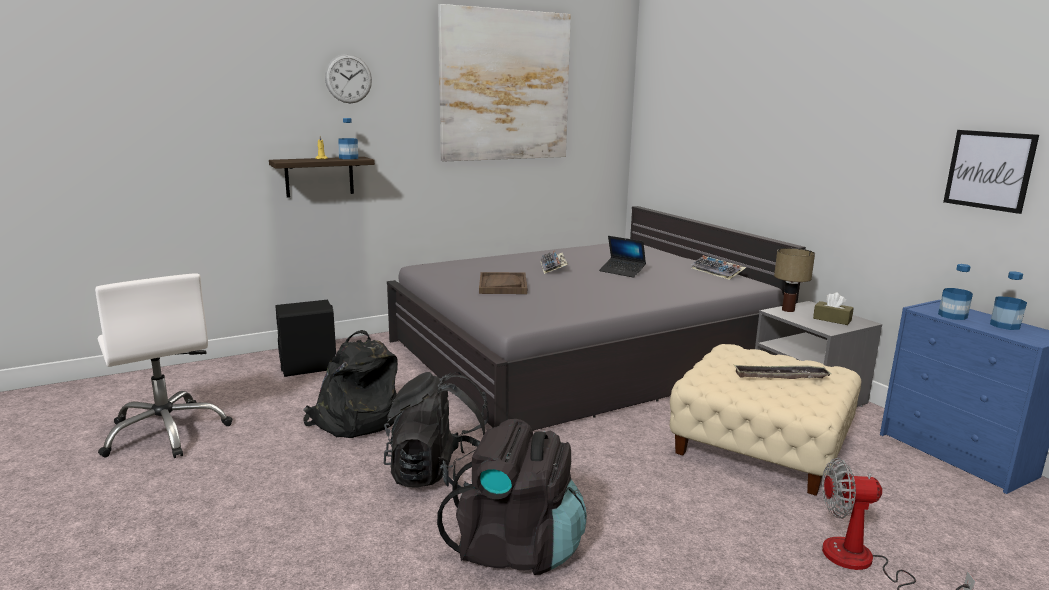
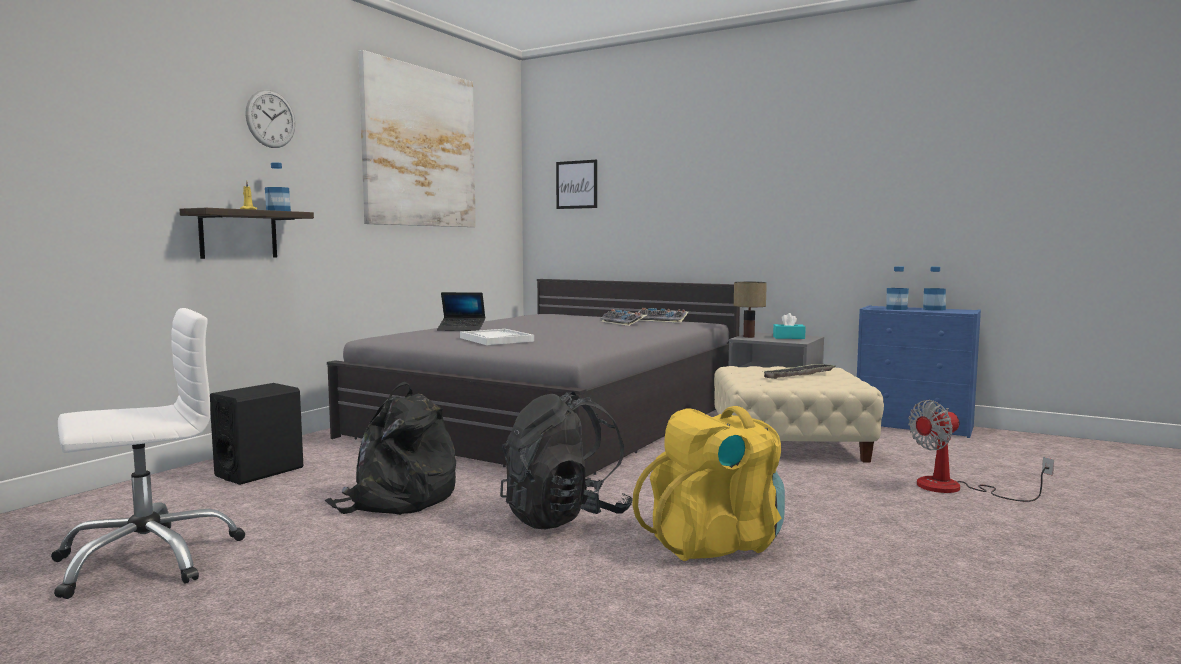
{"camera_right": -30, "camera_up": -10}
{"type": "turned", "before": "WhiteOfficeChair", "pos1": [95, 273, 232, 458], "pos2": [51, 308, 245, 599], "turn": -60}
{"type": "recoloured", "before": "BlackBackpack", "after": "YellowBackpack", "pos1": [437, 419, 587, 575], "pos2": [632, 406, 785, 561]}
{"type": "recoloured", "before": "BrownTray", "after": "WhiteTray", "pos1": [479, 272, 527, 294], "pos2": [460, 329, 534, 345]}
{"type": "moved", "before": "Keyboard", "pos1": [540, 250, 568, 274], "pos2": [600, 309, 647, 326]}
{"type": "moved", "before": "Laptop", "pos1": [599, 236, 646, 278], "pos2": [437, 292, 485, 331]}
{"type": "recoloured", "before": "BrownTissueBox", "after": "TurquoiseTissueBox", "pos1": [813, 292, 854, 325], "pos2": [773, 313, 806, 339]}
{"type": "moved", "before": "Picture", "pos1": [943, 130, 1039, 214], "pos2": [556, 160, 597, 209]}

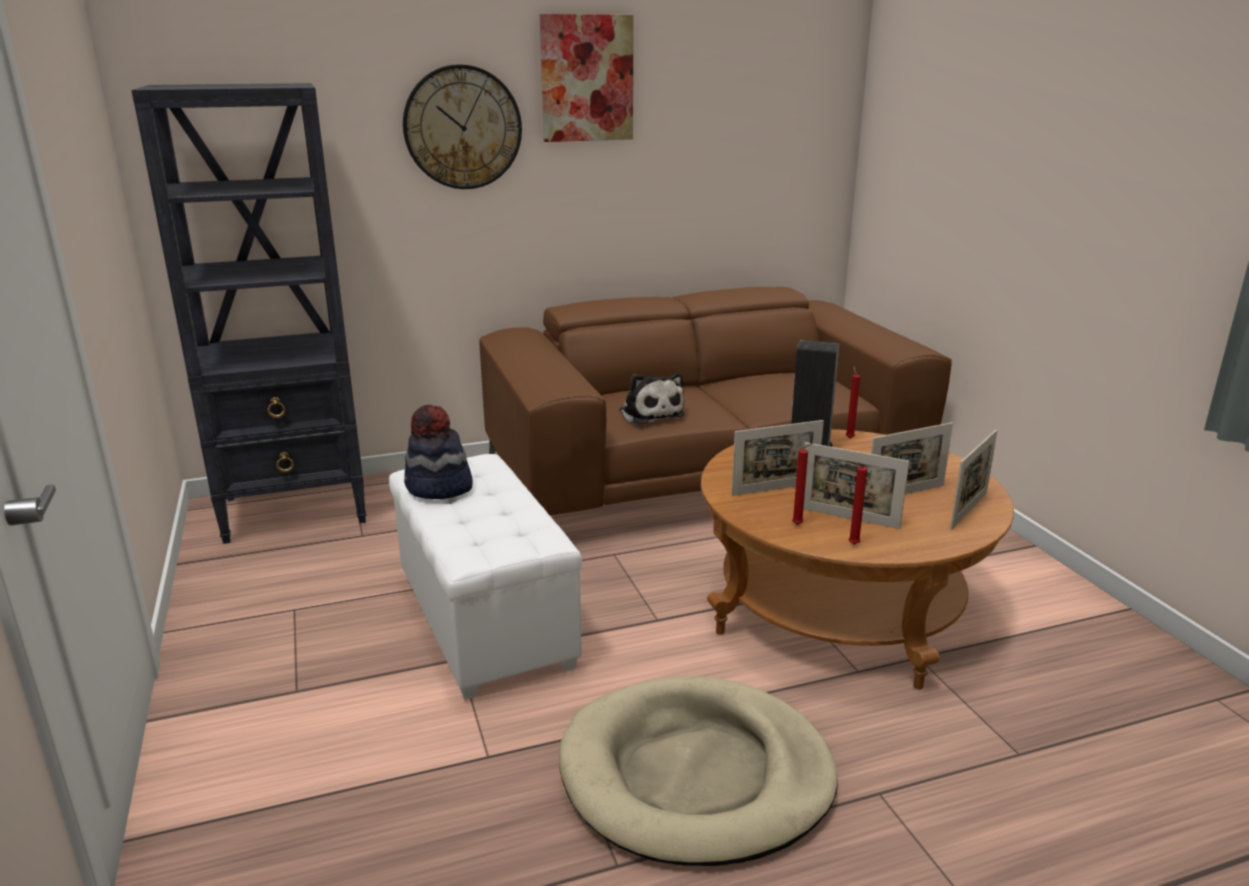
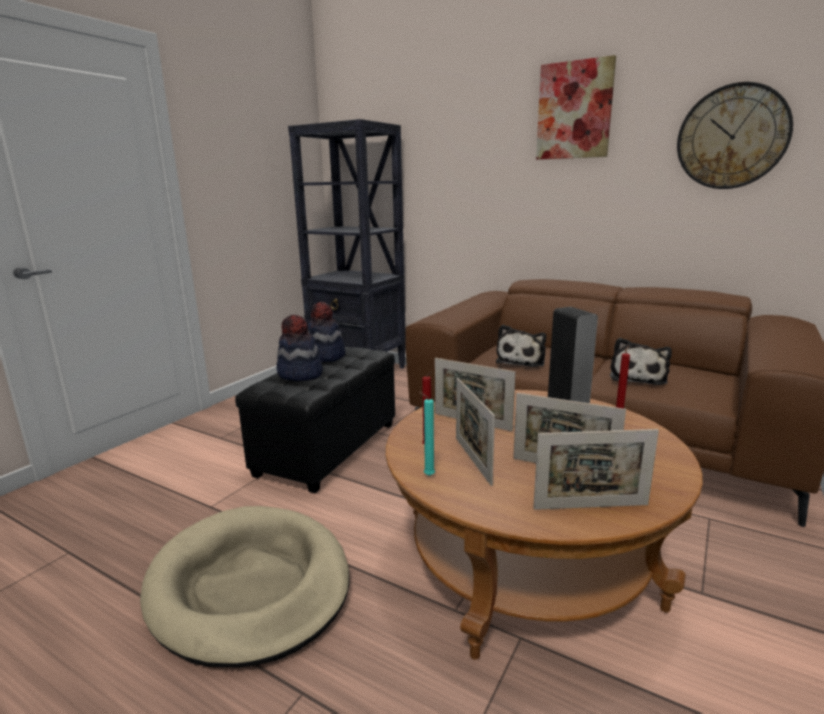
{"camera_right": 50, "camera_up": -5}
{"type": "recoloured", "before": "WhiteOttoman", "after": "BlackOttoman", "pos1": [389, 454, 582, 699], "pos2": [235, 347, 395, 493]}
{"type": "moved", "before": "WallClock", "pos1": [403, 64, 522, 189], "pos2": [677, 82, 793, 189]}
{"type": "recoloured", "before": "RedCandle", "after": "TurquoiseCandle", "pos1": [848, 462, 867, 545], "pos2": [419, 392, 435, 476]}
{"type": "added", "after": "Hat", "pos2": [276, 315, 323, 381]}
{"type": "added", "after": "PlushToy", "pos2": [610, 338, 672, 385]}

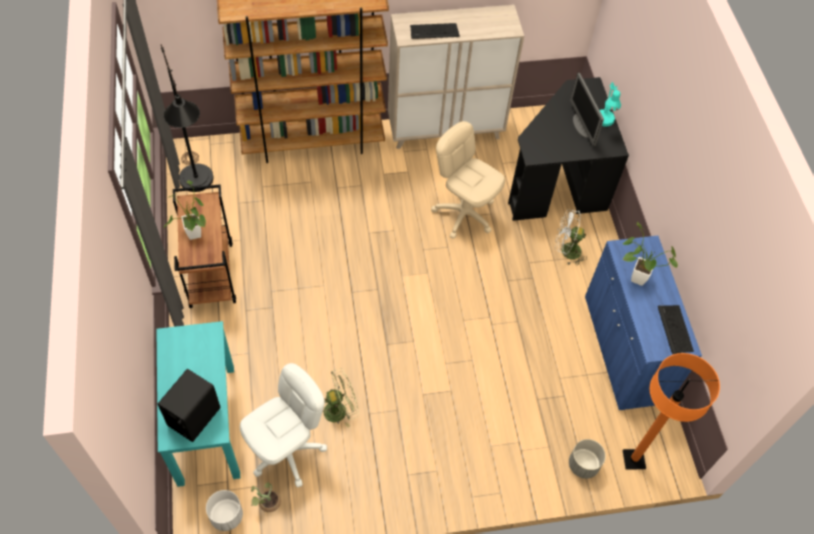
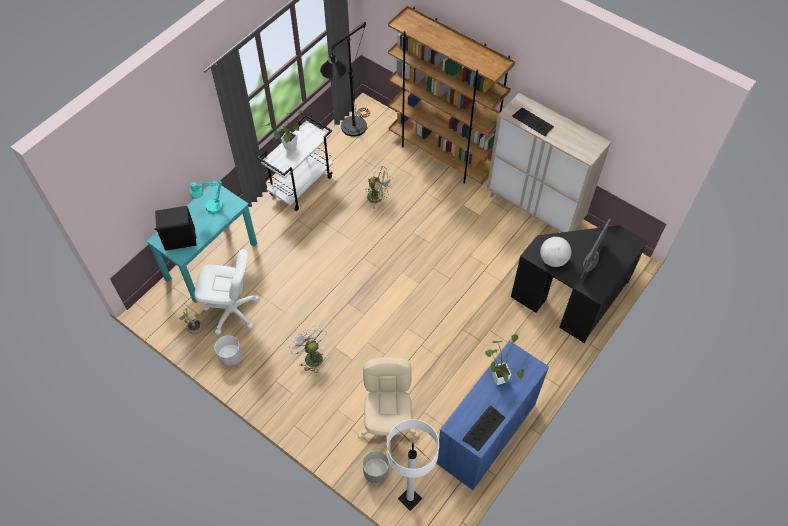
{"camera_right": 50, "camera_up": 0}
{"type": "recoloured", "before": "BrownCart", "after": "WhiteCart", "pos1": [173, 185, 236, 308], "pos2": [257, 114, 333, 211]}
{"type": "moved", "before": "WhitePlanter", "pos1": [206, 490, 243, 531], "pos2": [215, 335, 242, 366]}
{"type": "moved", "before": "GreenFan", "pos1": [322, 368, 359, 427], "pos2": [367, 166, 393, 209]}
{"type": "moved", "before": "BeigeOfficeChair", "pos1": [431, 121, 505, 239], "pos2": [358, 357, 420, 456]}
{"type": "moved", "before": "WhiteFan", "pos1": [555, 209, 586, 265], "pos2": [288, 325, 327, 373]}
{"type": "moved", "before": "TurquoiseTableLamp", "pos1": [600, 82, 621, 127], "pos2": [190, 181, 223, 214]}
{"type": "recoloured", "before": "OrangeFloorLamp", "after": "WhiteFloorLamp", "pos1": [622, 353, 720, 470], "pos2": [387, 419, 439, 511]}
{"type": "added", "after": "Globe", "pos2": [540, 237, 571, 267]}

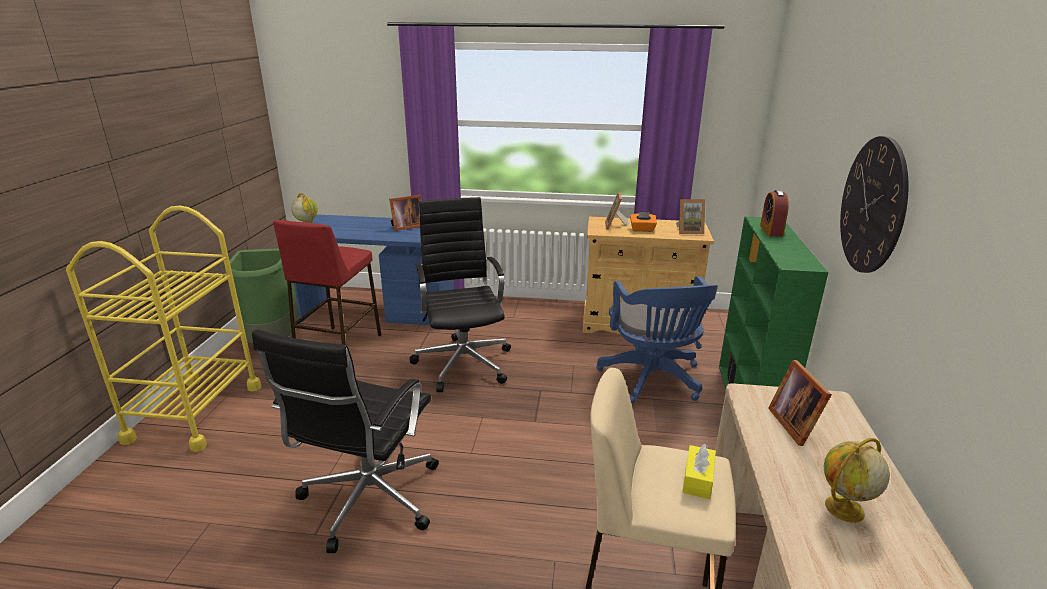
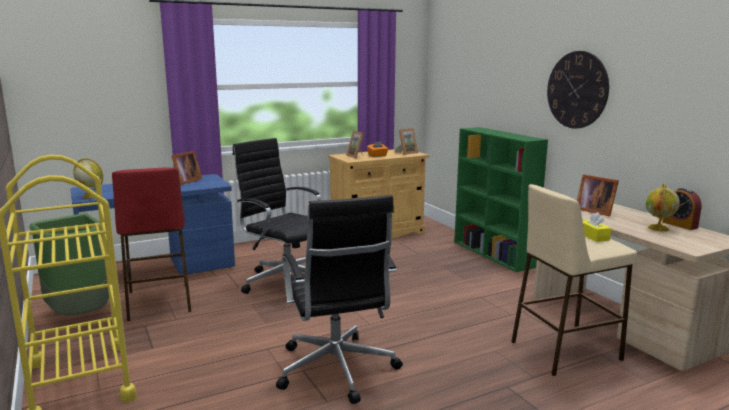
{"camera_right": -35, "camera_up": -10}
{"type": "removed", "before": "BlueOfficeChair", "pos1": [596, 276, 718, 403]}
{"type": "moved", "before": "AlarmClock", "pos1": [760, 190, 789, 237], "pos2": [662, 188, 702, 230]}

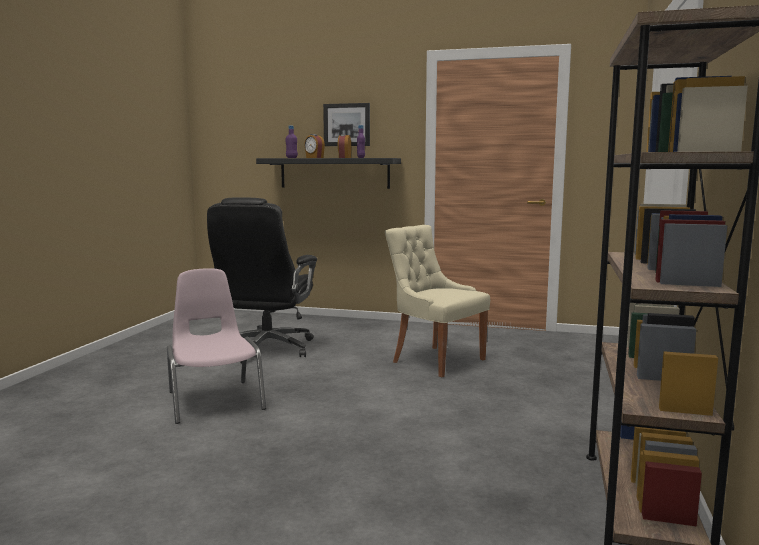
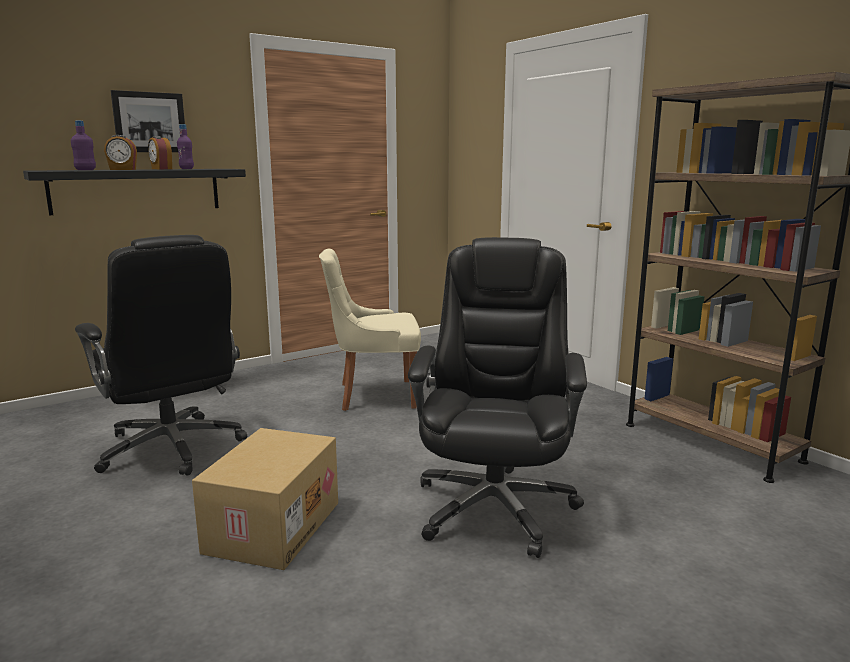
{"camera_right": -50, "camera_up": 5}
{"type": "replaced", "before": "PinkChair", "after": "CardboardBox", "pos1": [167, 268, 266, 424], "pos2": [192, 428, 338, 570]}
{"type": "added", "after": "BlackOfficeChair", "pos2": [408, 237, 587, 558]}

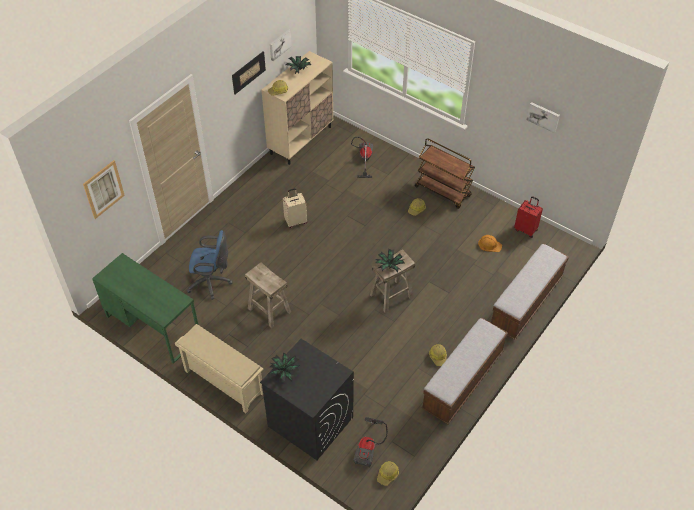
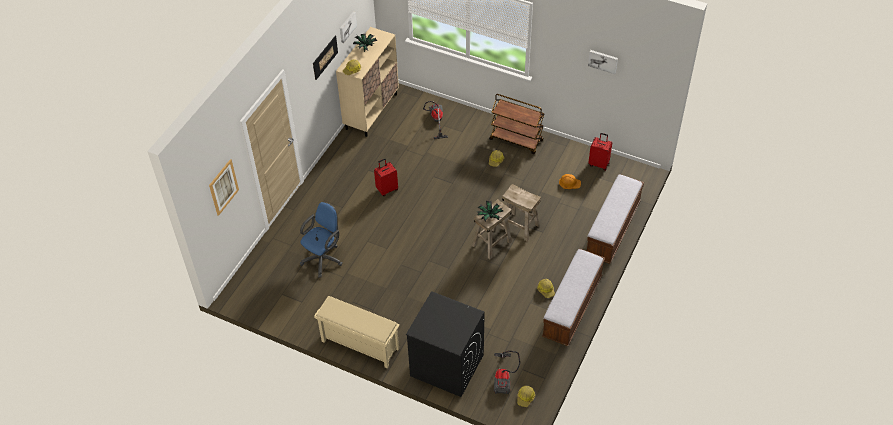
{"camera_right": -10, "camera_up": 0}
{"type": "removed", "before": "GreenDesk", "pos1": [92, 253, 198, 364]}
{"type": "turned", "before": "BlueOfficeChair", "pos1": [187, 230, 233, 300], "pos2": [300, 202, 343, 278], "turn": -45}
{"type": "moved", "before": "BeigeStool", "pos1": [245, 262, 291, 328], "pos2": [500, 184, 541, 241]}
{"type": "removed", "before": "PottedPlant", "pos1": [268, 353, 300, 383]}
{"type": "recoloured", "before": "BeigeSuitcase", "after": "RedSuitcase", "pos1": [283, 188, 307, 228], "pos2": [374, 159, 398, 196]}

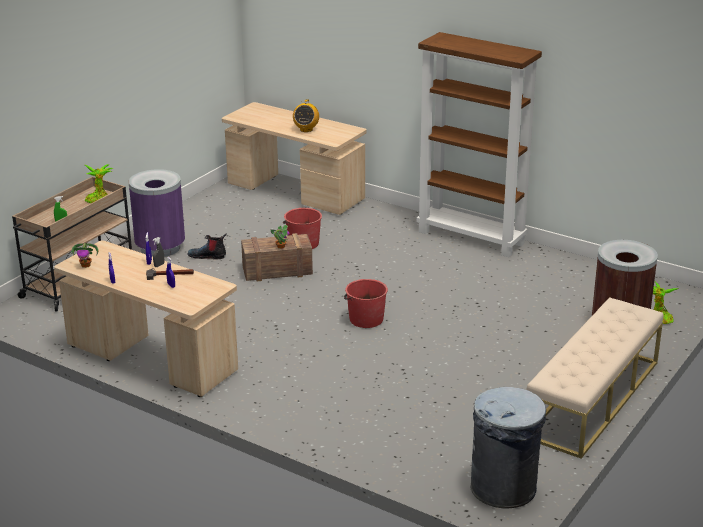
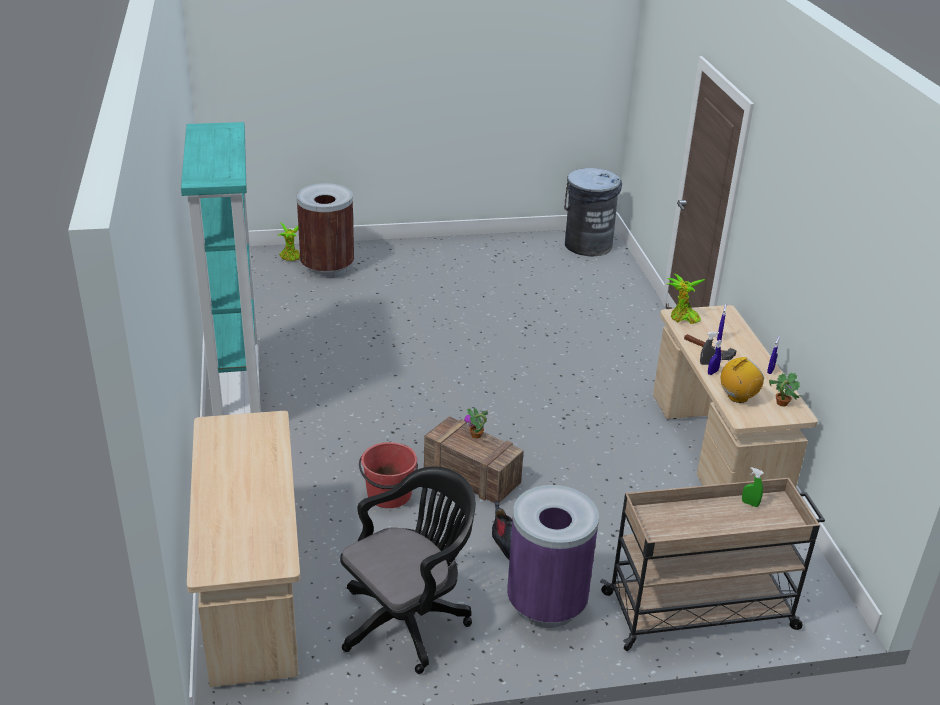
{"camera_right": -135, "camera_up": 5}
{"type": "moved", "before": "PottedPlant", "pos1": [85, 164, 114, 203], "pos2": [667, 274, 706, 324]}
{"type": "moved", "before": "Radio", "pos1": [293, 99, 319, 132], "pos2": [721, 357, 764, 403]}
{"type": "removed", "before": "RedBucket", "pos1": [344, 279, 388, 328]}
{"type": "recoloured", "before": "BrownBookcase", "after": "TurquoiseBookcase", "pos1": [417, 32, 542, 257], "pos2": [181, 122, 261, 416]}
{"type": "removed", "before": "BeigeBench", "pos1": [527, 297, 663, 459]}
{"type": "added", "after": "BlackOfficeChair", "pos2": [340, 466, 476, 674]}

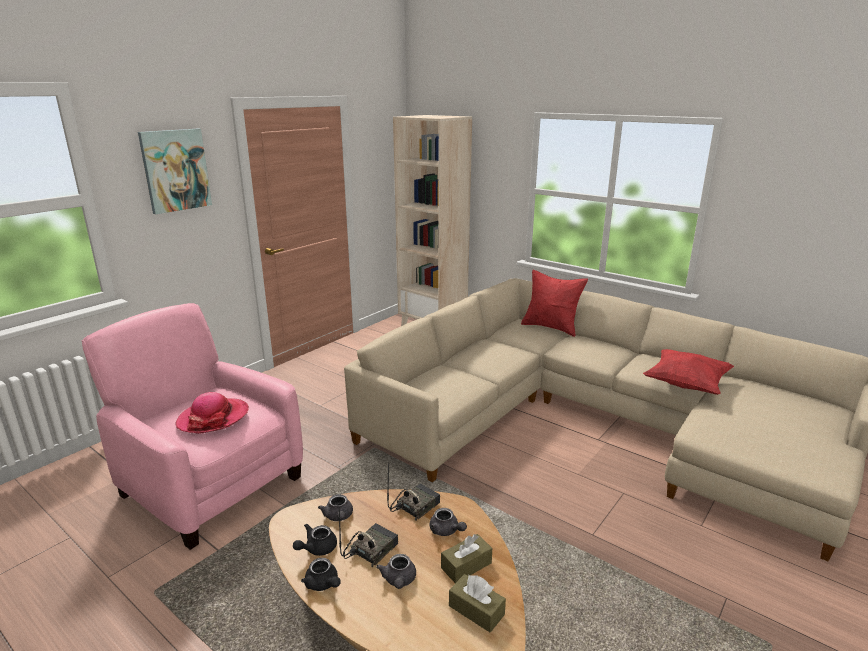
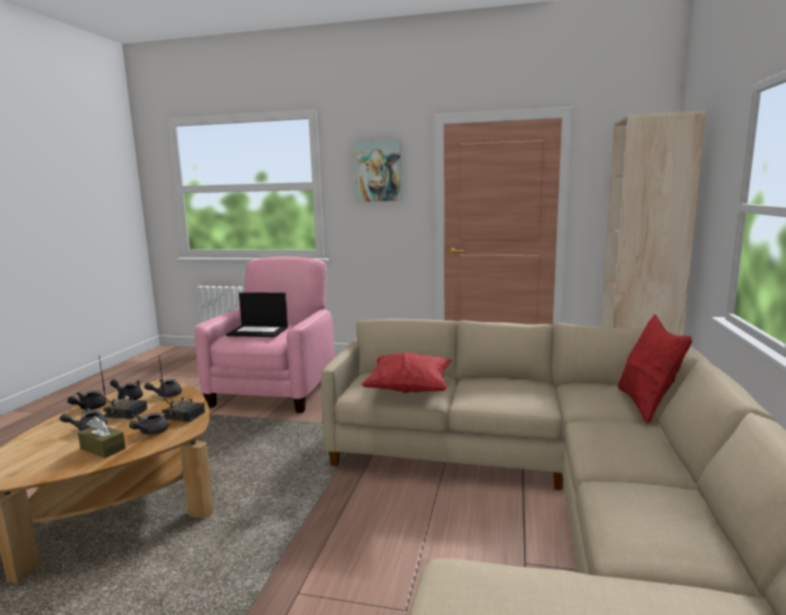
{"camera_right": 65, "camera_up": -10}
{"type": "replaced", "before": "Hat", "after": "Laptop", "pos1": [176, 392, 249, 434], "pos2": [226, 292, 288, 337]}
{"type": "removed", "before": "BrownTissueBox", "pos1": [449, 574, 506, 633]}
{"type": "moved", "before": "RedPillow", "pos1": [643, 349, 734, 395], "pos2": [361, 352, 452, 393]}

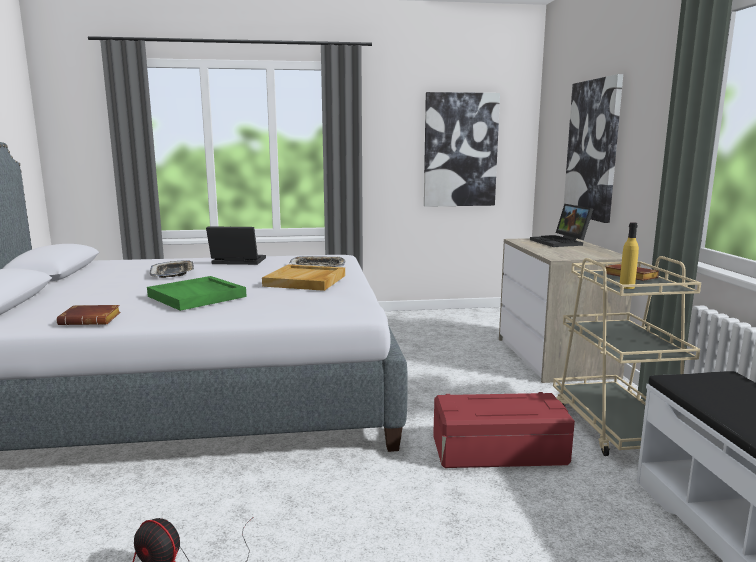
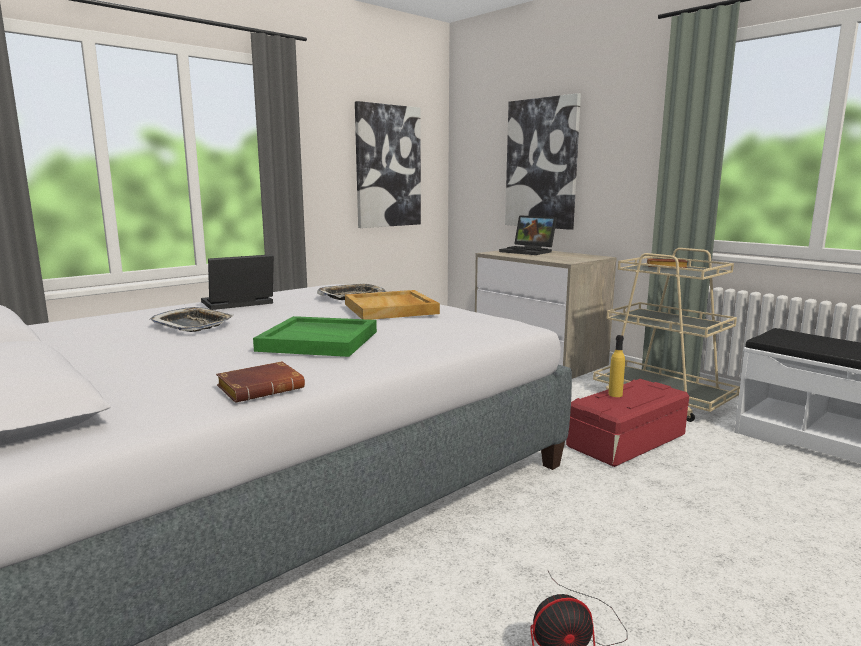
{"camera_right": -35, "camera_up": 0}
{"type": "moved", "before": "YellowBottle", "pos1": [619, 222, 639, 289], "pos2": [608, 335, 625, 397]}

